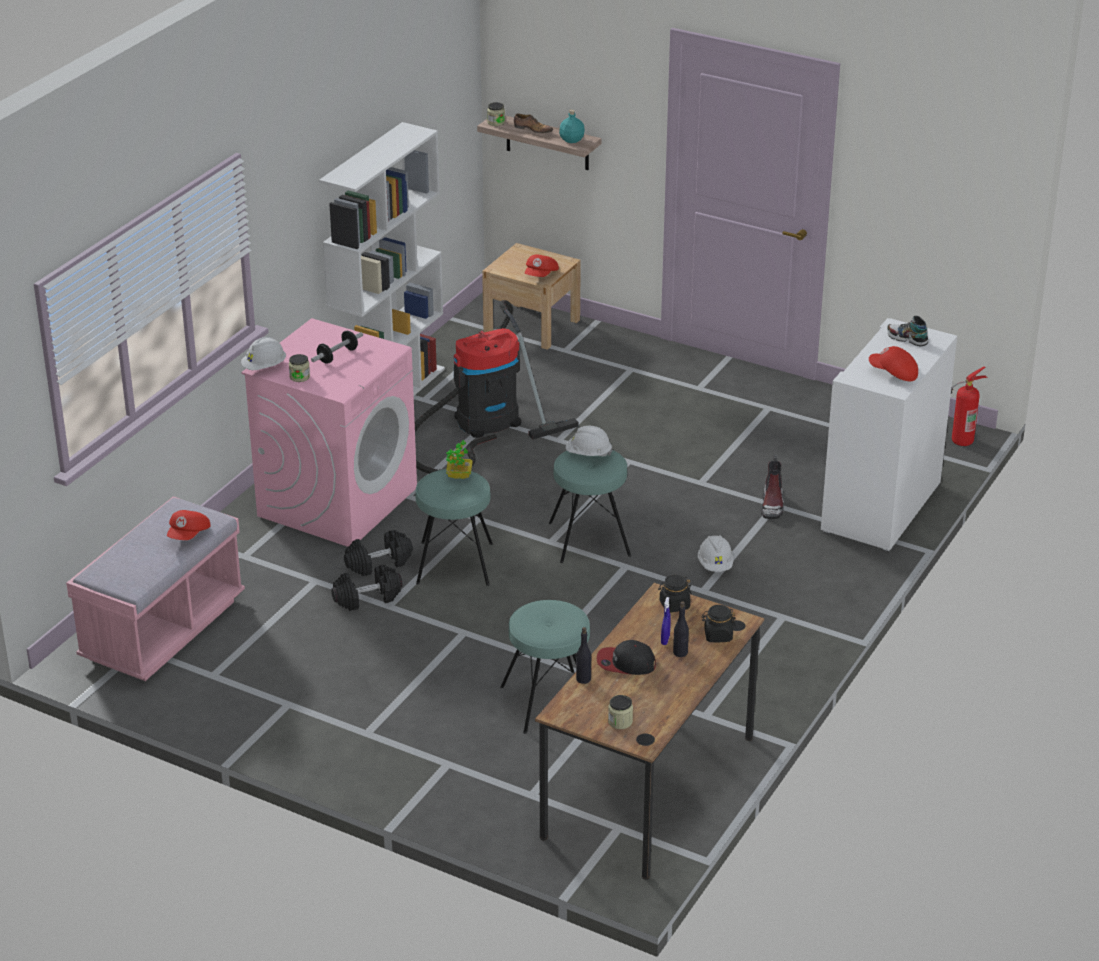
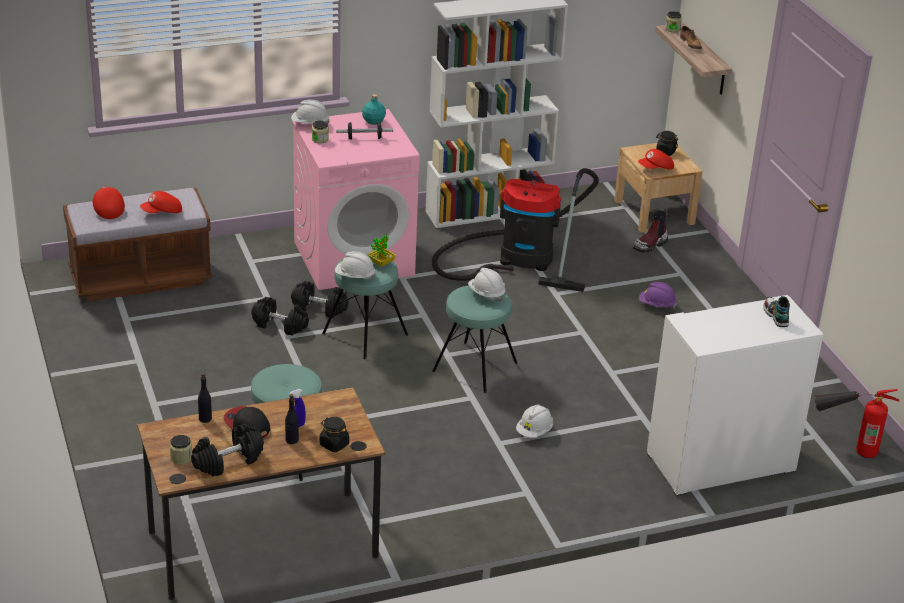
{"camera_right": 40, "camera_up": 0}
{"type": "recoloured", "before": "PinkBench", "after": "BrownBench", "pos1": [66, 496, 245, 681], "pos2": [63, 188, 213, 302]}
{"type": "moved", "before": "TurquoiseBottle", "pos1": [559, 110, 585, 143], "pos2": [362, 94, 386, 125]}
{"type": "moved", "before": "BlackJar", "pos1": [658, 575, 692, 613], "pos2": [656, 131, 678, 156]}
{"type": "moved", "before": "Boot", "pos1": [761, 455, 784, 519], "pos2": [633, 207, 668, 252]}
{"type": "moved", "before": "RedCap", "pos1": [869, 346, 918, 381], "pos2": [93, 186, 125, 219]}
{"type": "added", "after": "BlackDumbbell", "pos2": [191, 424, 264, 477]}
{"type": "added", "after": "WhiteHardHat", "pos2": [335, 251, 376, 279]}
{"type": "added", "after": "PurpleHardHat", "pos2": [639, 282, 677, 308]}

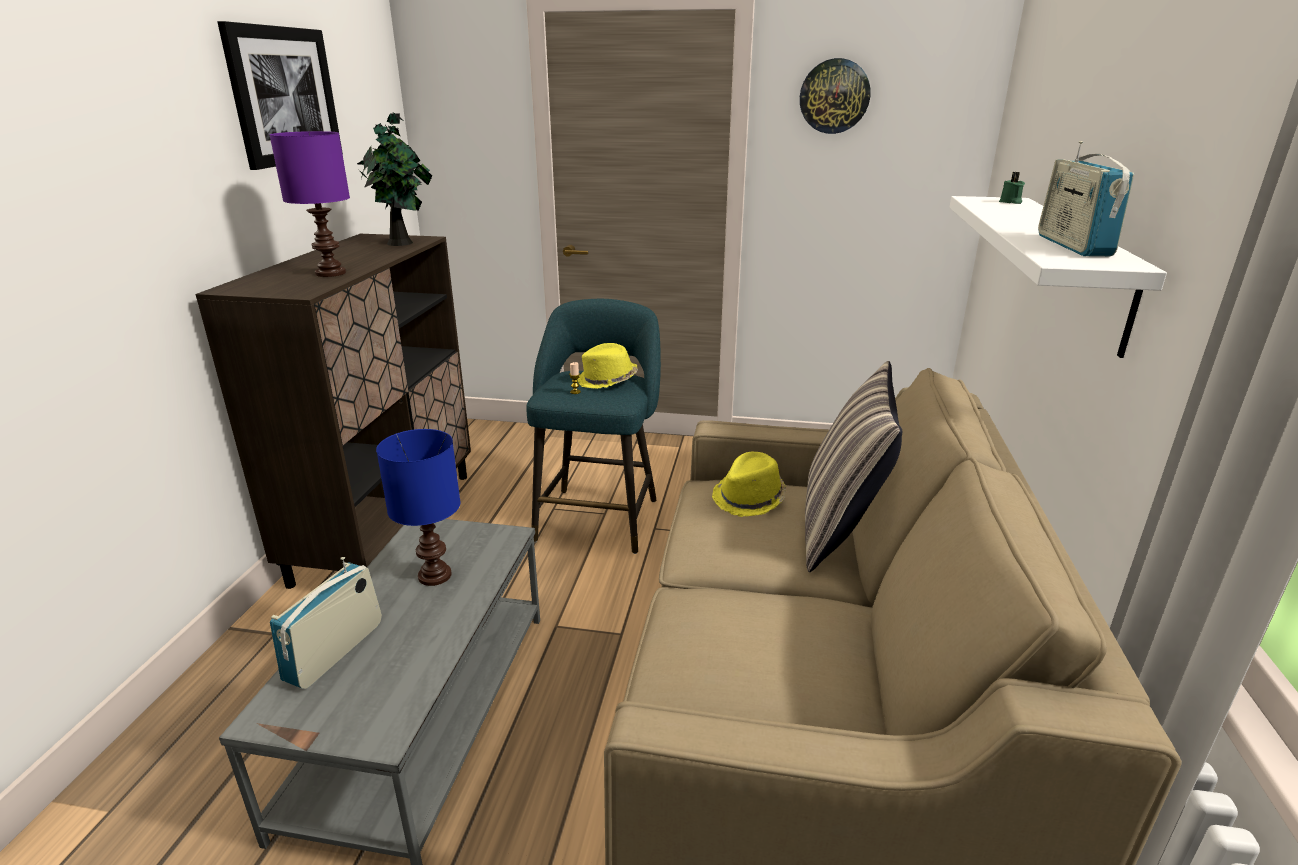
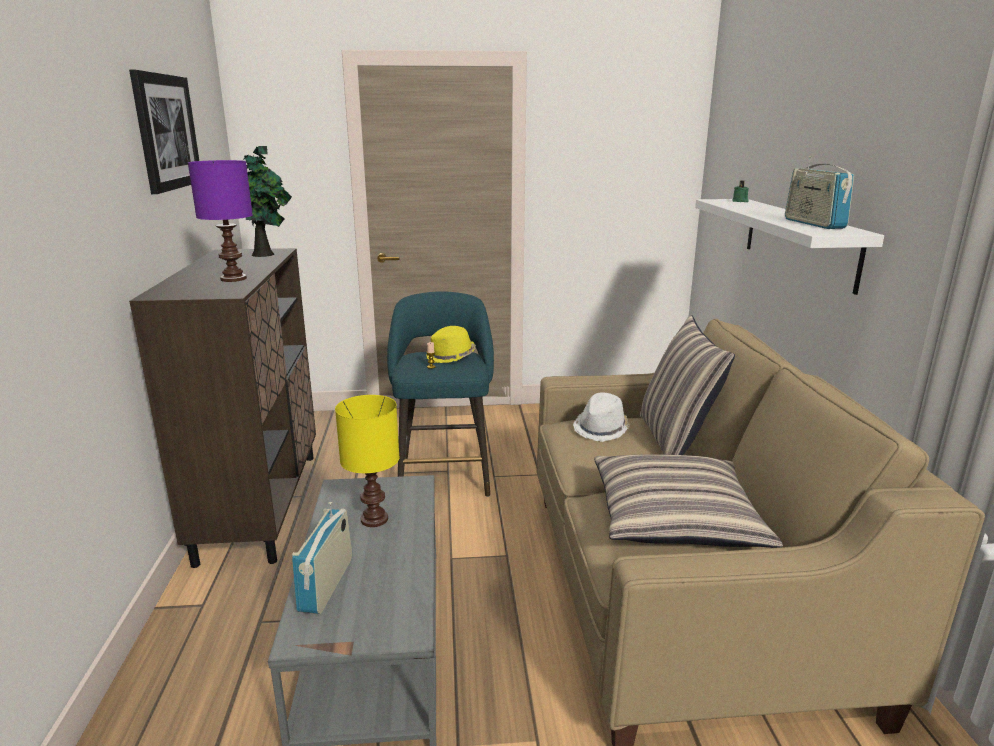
{"camera_right": -15, "camera_up": -5}
{"type": "recoloured", "before": "BlueTableLamp", "after": "YellowTableLamp", "pos1": [376, 429, 461, 586], "pos2": [335, 395, 400, 527]}
{"type": "recoloured", "before": "YellowHat", "after": "WhiteHat", "pos1": [712, 451, 786, 517], "pos2": [573, 393, 630, 442]}
{"type": "removed", "before": "WallClock", "pos1": [800, 58, 871, 134]}
{"type": "added", "after": "Pillow", "pos2": [594, 454, 783, 548]}

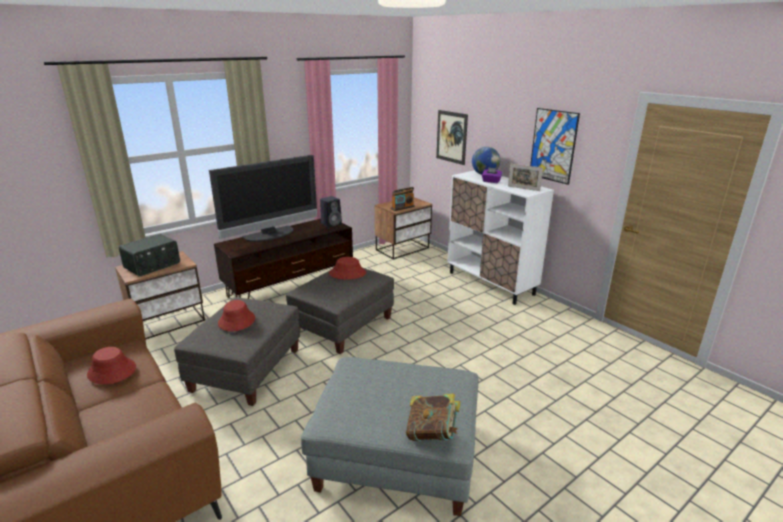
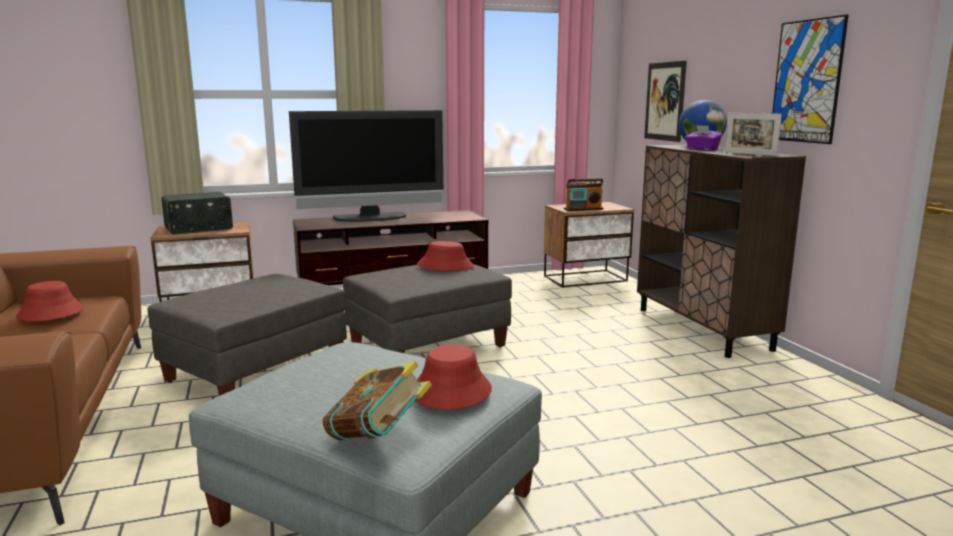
{"camera_right": 20, "camera_up": -10}
{"type": "moved", "before": "RedHat", "pos1": [218, 300, 255, 331], "pos2": [415, 344, 492, 410]}
{"type": "removed", "before": "BlackSpeaker", "pos1": [320, 196, 342, 228]}
{"type": "recoloured", "before": "WhiteCabinet", "after": "BrownCabinet", "pos1": [447, 170, 554, 305], "pos2": [637, 145, 806, 358]}

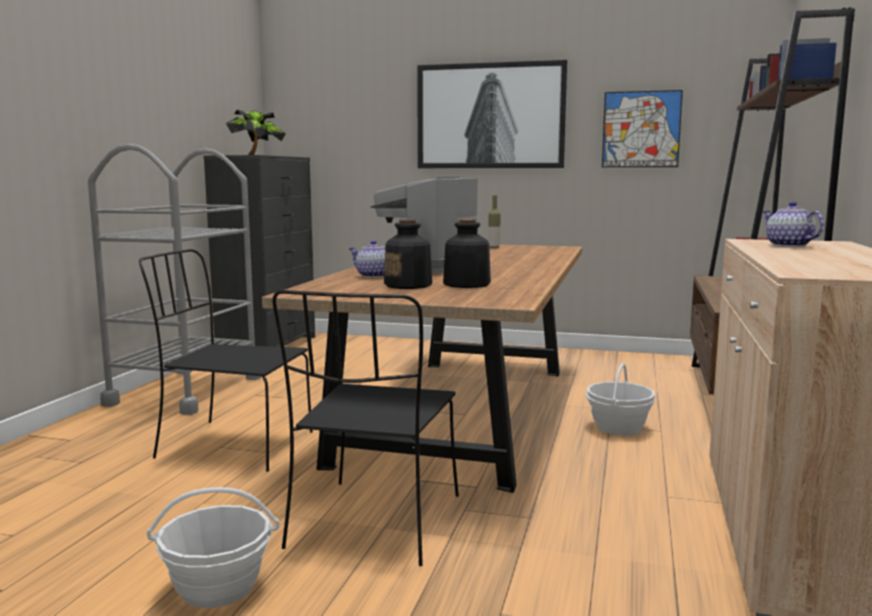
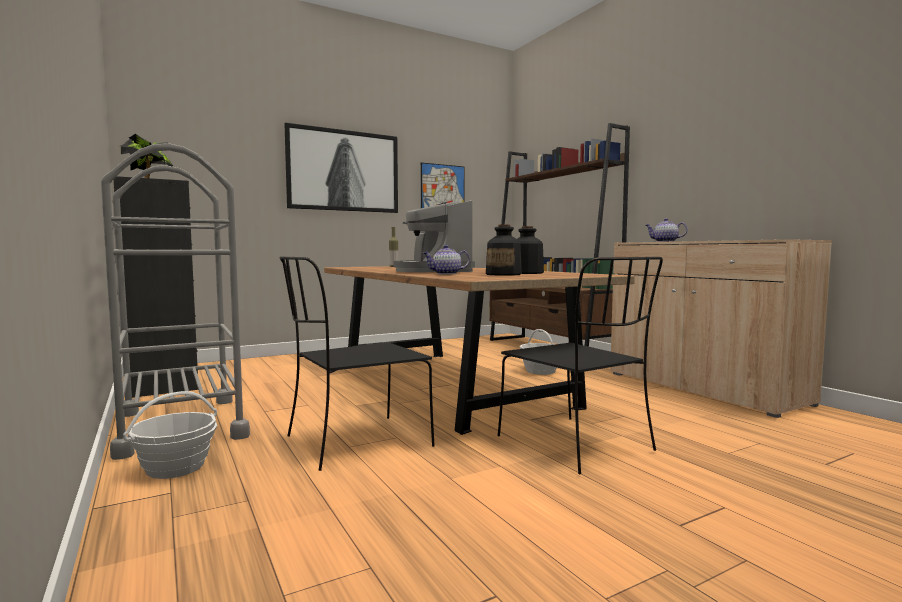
{"camera_right": -45, "camera_up": -5}
{"type": "moved", "before": "Basket", "pos1": [147, 487, 279, 608], "pos2": [123, 391, 217, 479]}

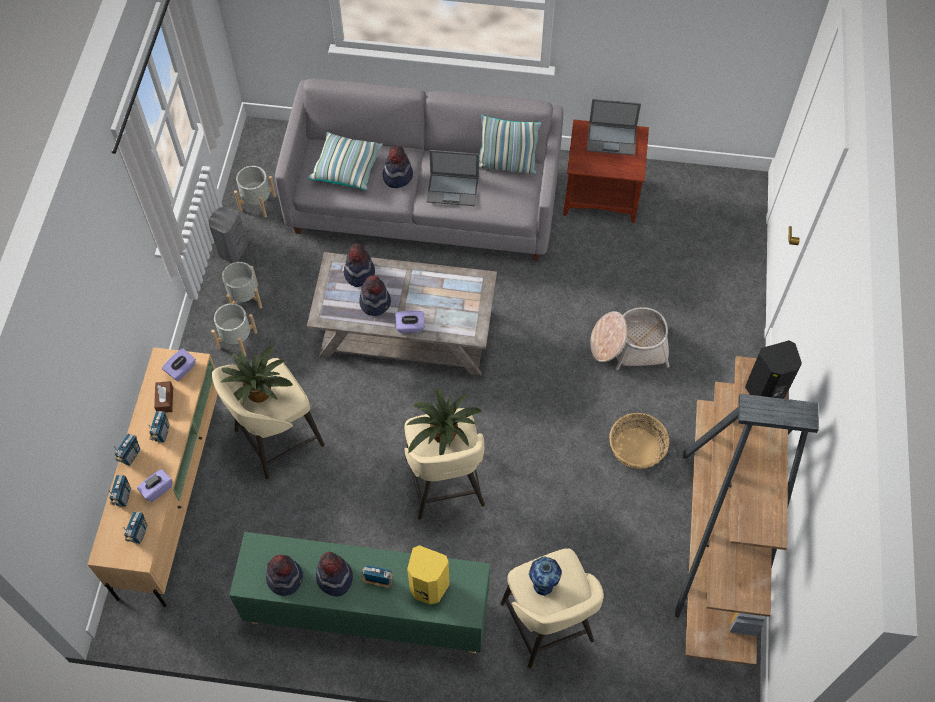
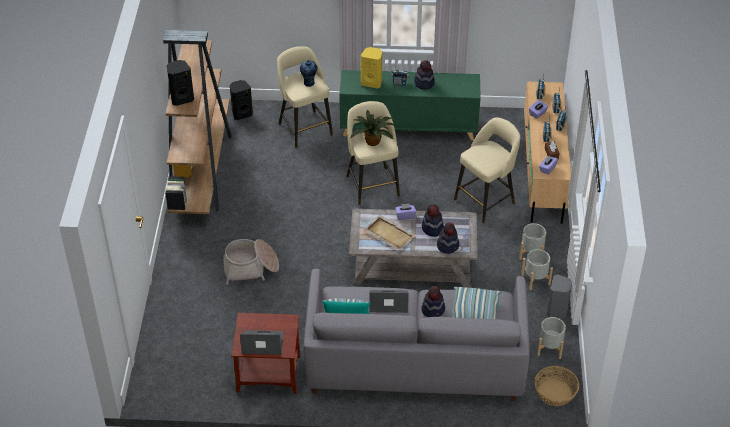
{"camera_right": 175, "camera_up": -15}
{"type": "removed", "before": "PottedPlant", "pos1": [221, 347, 293, 412]}
{"type": "removed", "before": "Hat", "pos1": [266, 555, 303, 596]}
{"type": "moved", "before": "Basket", "pos1": [609, 413, 669, 469], "pos2": [534, 366, 579, 406]}
{"type": "added", "after": "BlackSpeaker", "pos2": [230, 80, 253, 120]}
{"type": "added", "after": "BeigeTray", "pos2": [363, 215, 416, 250]}

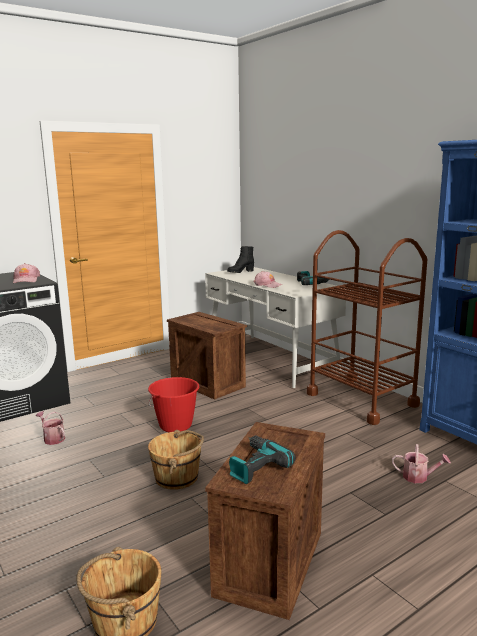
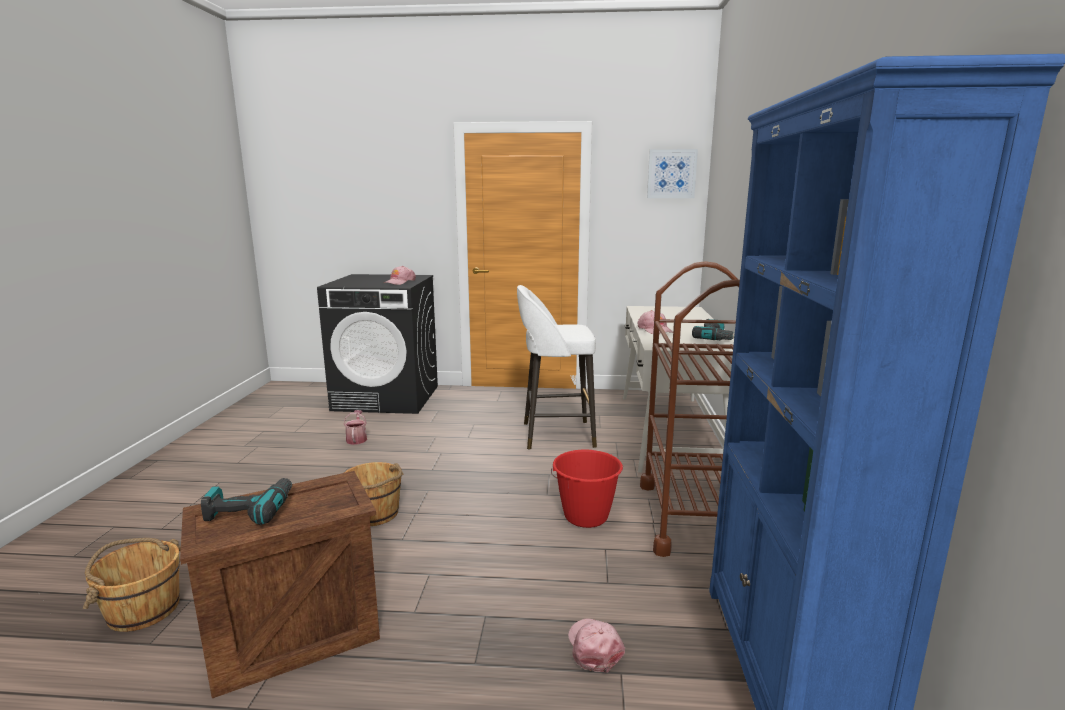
{"camera_right": 40, "camera_up": 0}
{"type": "moved", "before": "RedBucket", "pos1": [148, 377, 199, 432], "pos2": [551, 449, 623, 528]}
{"type": "replaced", "before": "Crate", "after": "WhiteStool", "pos1": [167, 312, 247, 400], "pos2": [517, 285, 597, 450]}
{"type": "removed", "before": "BlackBoot", "pos1": [227, 246, 254, 273]}
{"type": "replaced", "before": "WateringCan", "after": "PinkCap", "pos1": [392, 444, 451, 483], "pos2": [568, 619, 625, 673]}
{"type": "added", "after": "Picture", "pos2": [647, 149, 698, 198]}

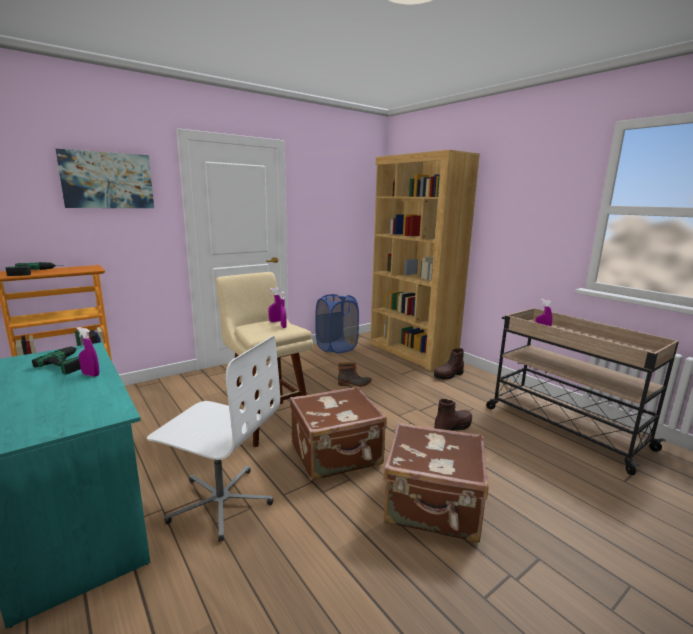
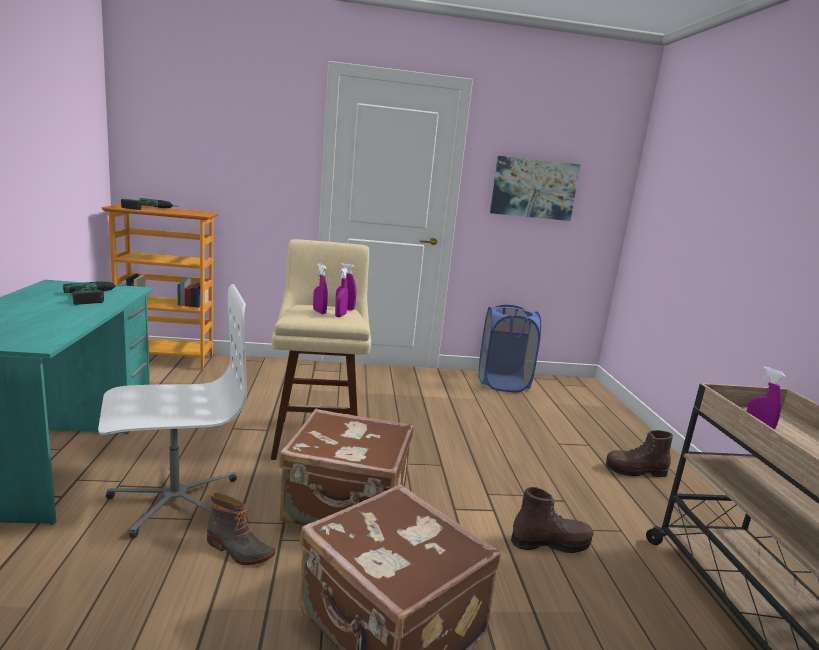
{"camera_right": 30, "camera_up": 0}
{"type": "moved", "before": "Picture", "pos1": [55, 149, 154, 208], "pos2": [490, 156, 580, 221]}
{"type": "moved", "before": "PurpleSprayBottle", "pos1": [77, 327, 100, 377], "pos2": [313, 263, 328, 314]}
{"type": "turned", "before": "WhiteOfficeChair", "pos1": [147, 336, 280, 542], "pos2": [98, 284, 247, 538], "turn": -75}
{"type": "moved", "before": "Boot", "pos1": [338, 362, 372, 387], "pos2": [207, 493, 276, 565]}
{"type": "removed", "before": "BrownBookcase", "pos1": [370, 150, 480, 371]}

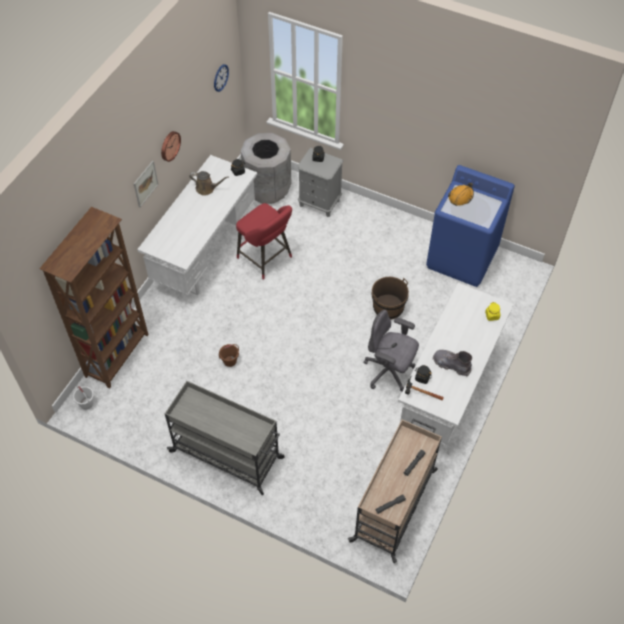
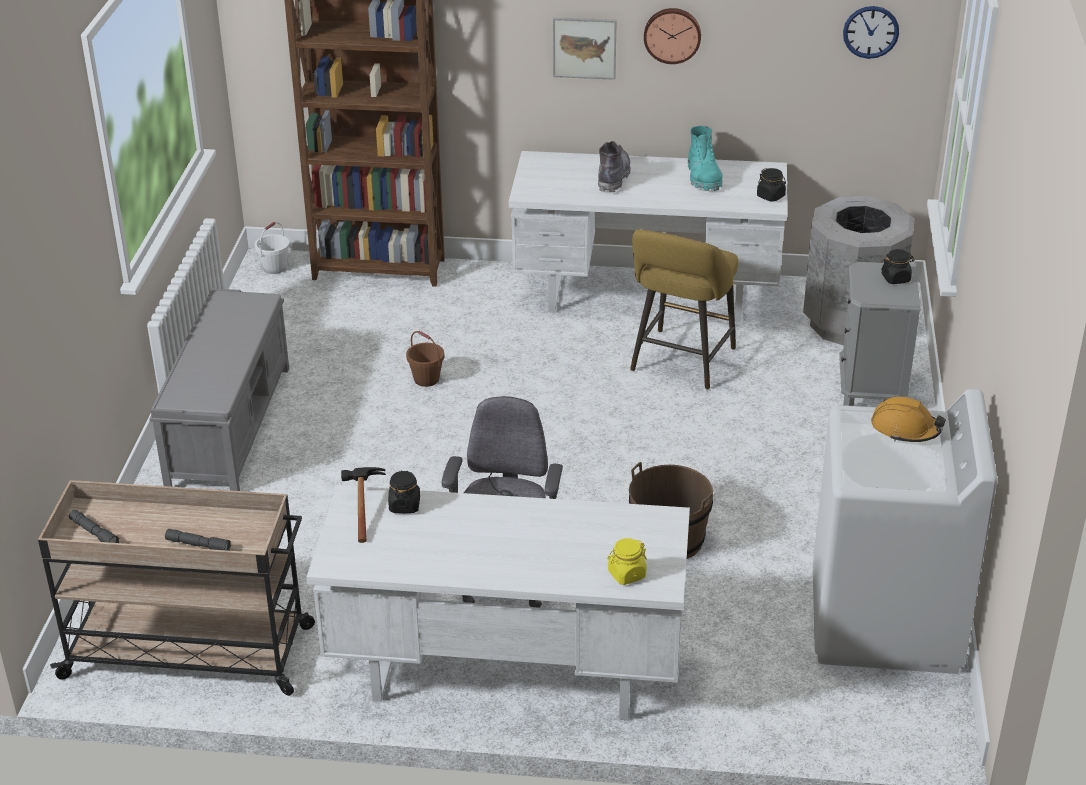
{"camera_right": 70, "camera_up": -20}
{"type": "replaced", "before": "GreyCart", "after": "GreyBench", "pos1": [165, 381, 284, 495], "pos2": [150, 288, 289, 491]}
{"type": "replaced", "before": "BrownWateringCan", "after": "TurquoiseBoot", "pos1": [189, 171, 229, 196], "pos2": [688, 126, 723, 191]}
{"type": "recoloured", "before": "RedStool", "after": "YellowStool", "pos1": [236, 203, 292, 280], "pos2": [630, 229, 738, 389]}
{"type": "recoloured", "before": "BlueWashingMachine", "after": "WhiteWashingMachine", "pos1": [426, 165, 515, 287], "pos2": [813, 389, 998, 674]}
{"type": "moved", "before": "GreyBoot", "pos1": [433, 350, 472, 377], "pos2": [598, 141, 631, 192]}

